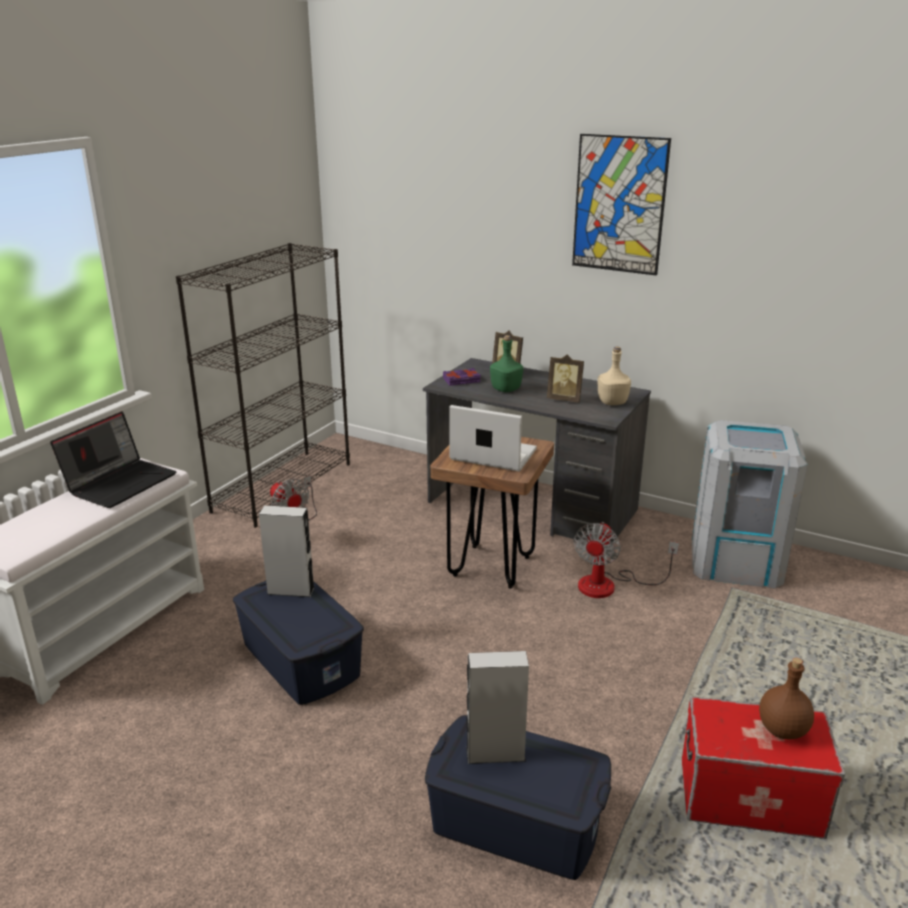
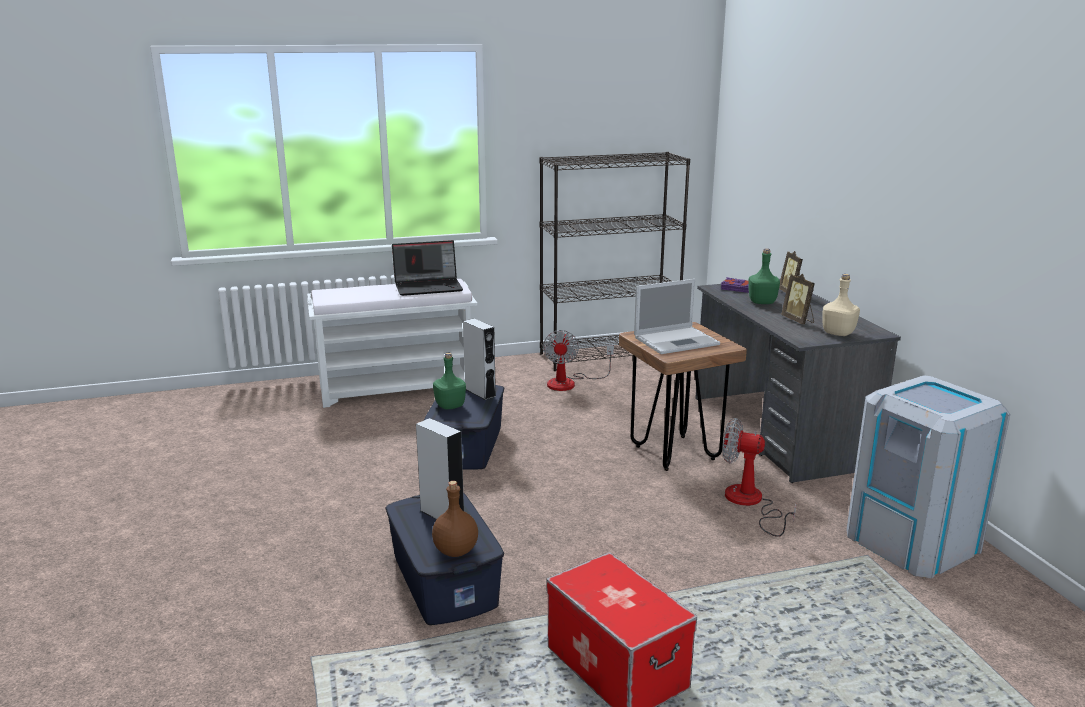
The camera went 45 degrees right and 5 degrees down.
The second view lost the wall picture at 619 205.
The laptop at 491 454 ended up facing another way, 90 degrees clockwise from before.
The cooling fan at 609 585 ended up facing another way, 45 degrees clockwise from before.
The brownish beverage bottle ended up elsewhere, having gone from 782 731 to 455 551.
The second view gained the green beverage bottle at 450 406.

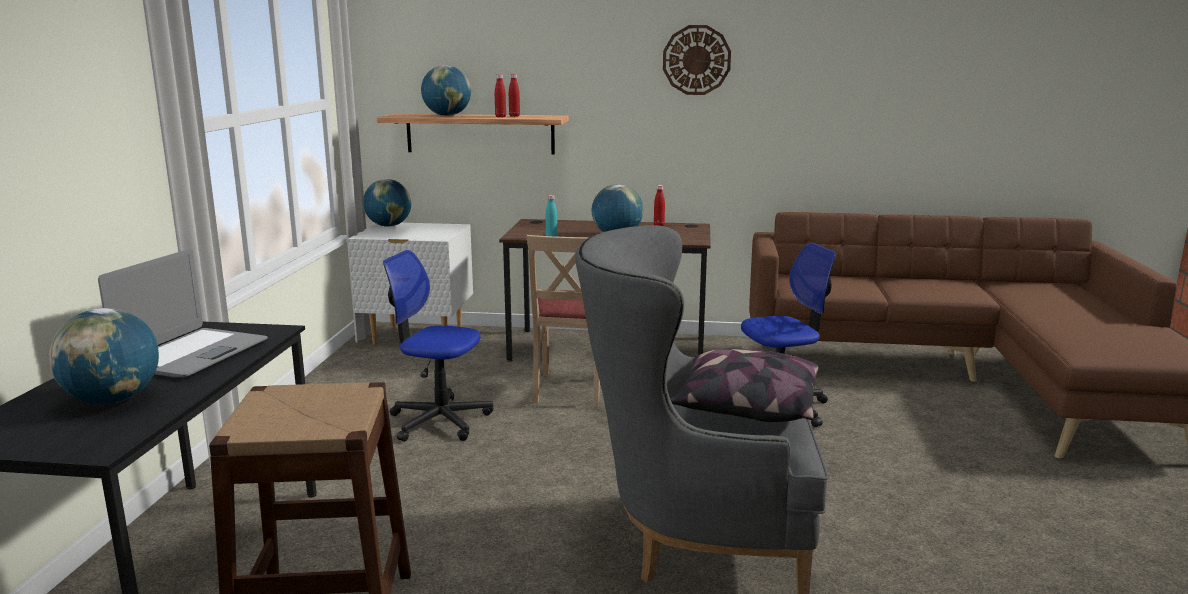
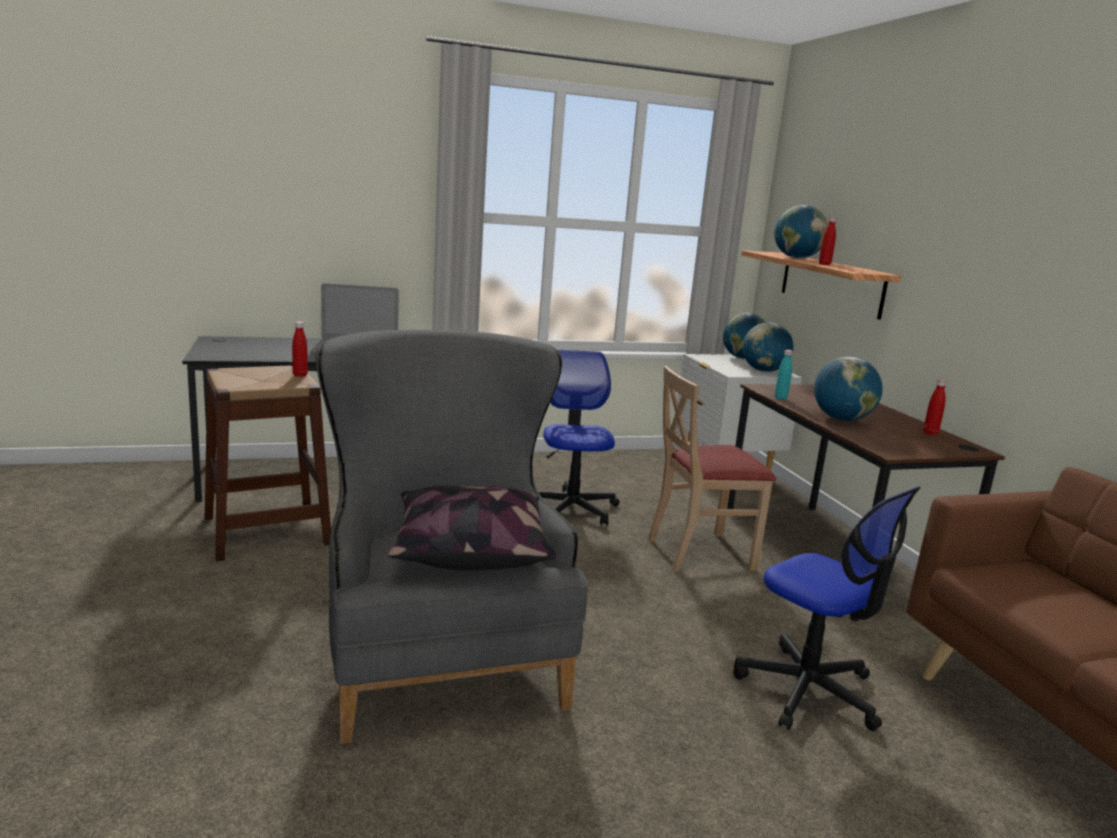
The camera went 65 degrees right and 0 degrees up.
The second view lost the wall clock at 696 60.
The red-coloured beverage bottle ended up elsewhere, having gone from 514 116 to 300 375.
The world globe ended up elsewhere, having gone from 112 400 to 763 371.

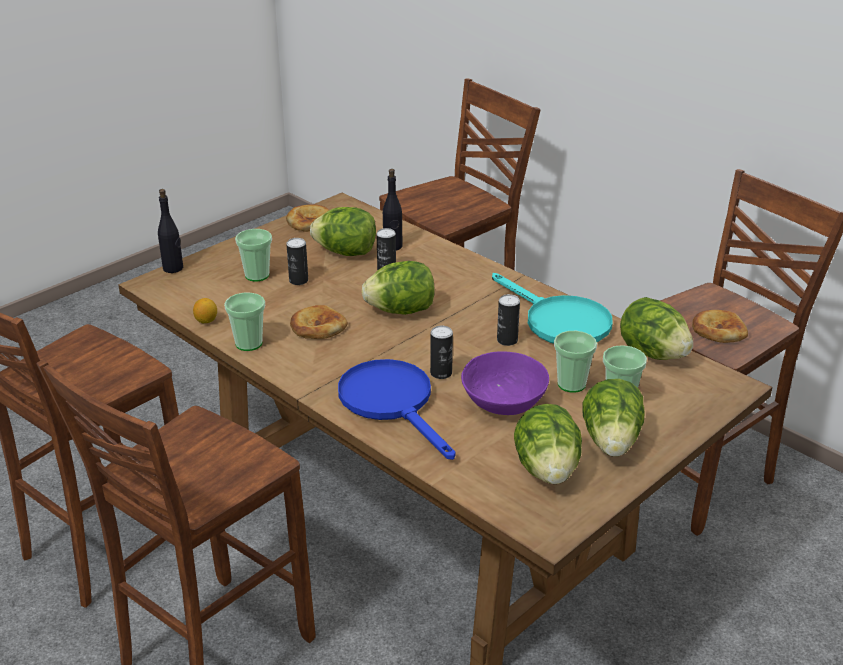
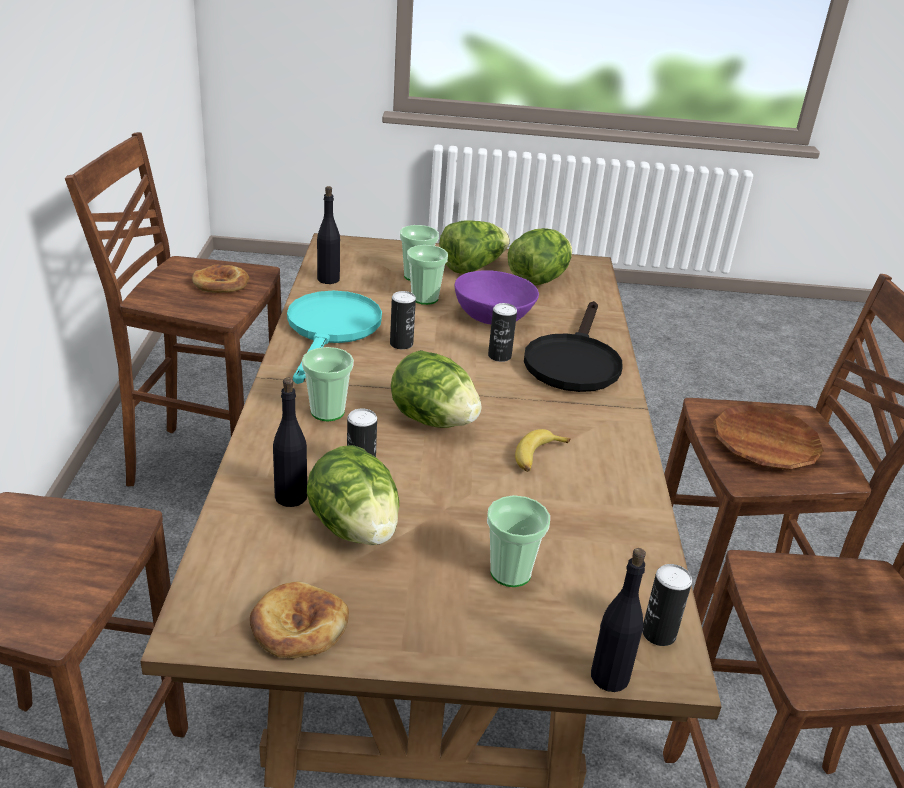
The camera went 135 degrees left and 0 degrees up.
The sealed can ended up elsewhere, having gone from 298 280 to 658 633.
The small cup ended up elsewhere, having gone from 248 343 to 327 412.
Where the lettuce stood at 653 353, the black-coloured beverage bottle came to stand at 328 279.
The second view lost the citrus fruit at 206 321.
Where the baked bread stood at 317 327, the whole banana came to stand at 538 457.
What was the blue-coloured pan at 392 403 turned into the black-coloured pan at 573 361.
The second view gained the brownish dinner plate at 765 444.

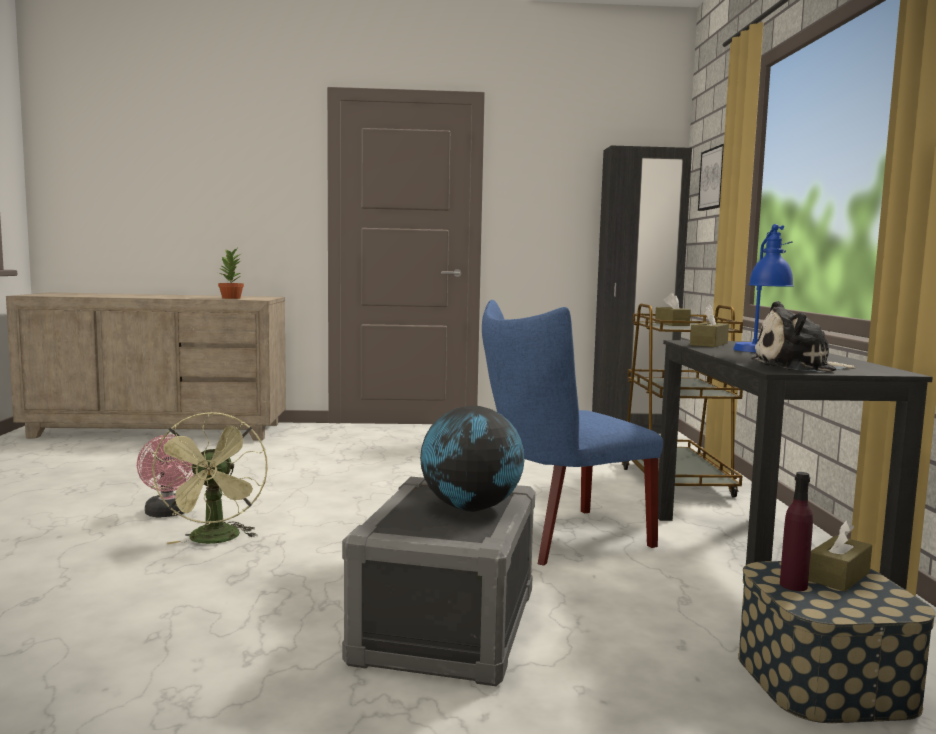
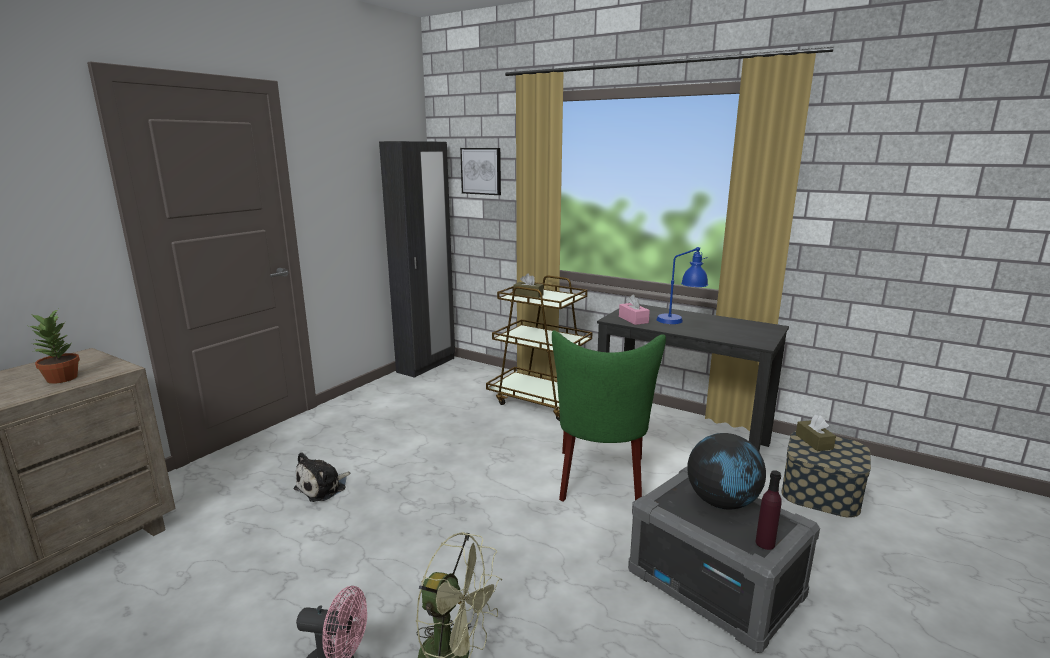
The camera went 55 degrees left and 10 degrees up.
What was the blue-coloured plain chair at 558 538 turned into the green plain chair at 601 481.
The plush toy ended up elsewhere, having gone from 798 367 to 323 487.
What was the brownish tissue holder at 709 344 turned into the pinkish tissue holder at 633 319.
The purplish beverage bottle ended up elsewhere, having gone from 793 585 to 765 543.

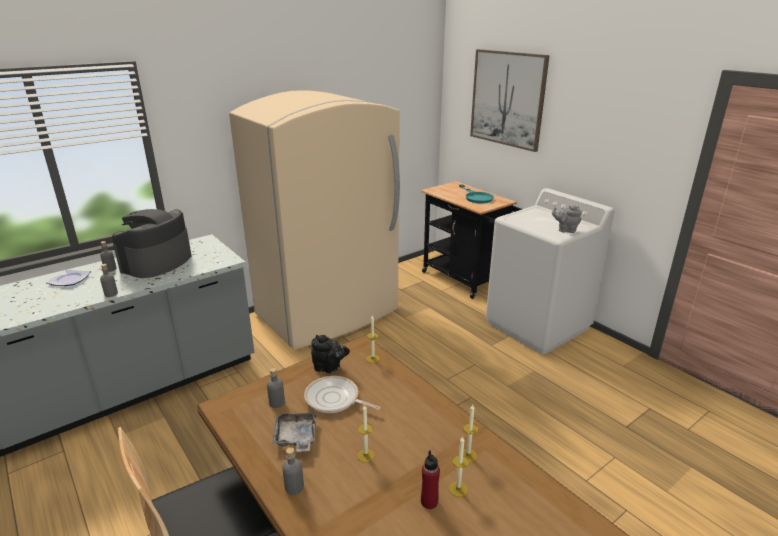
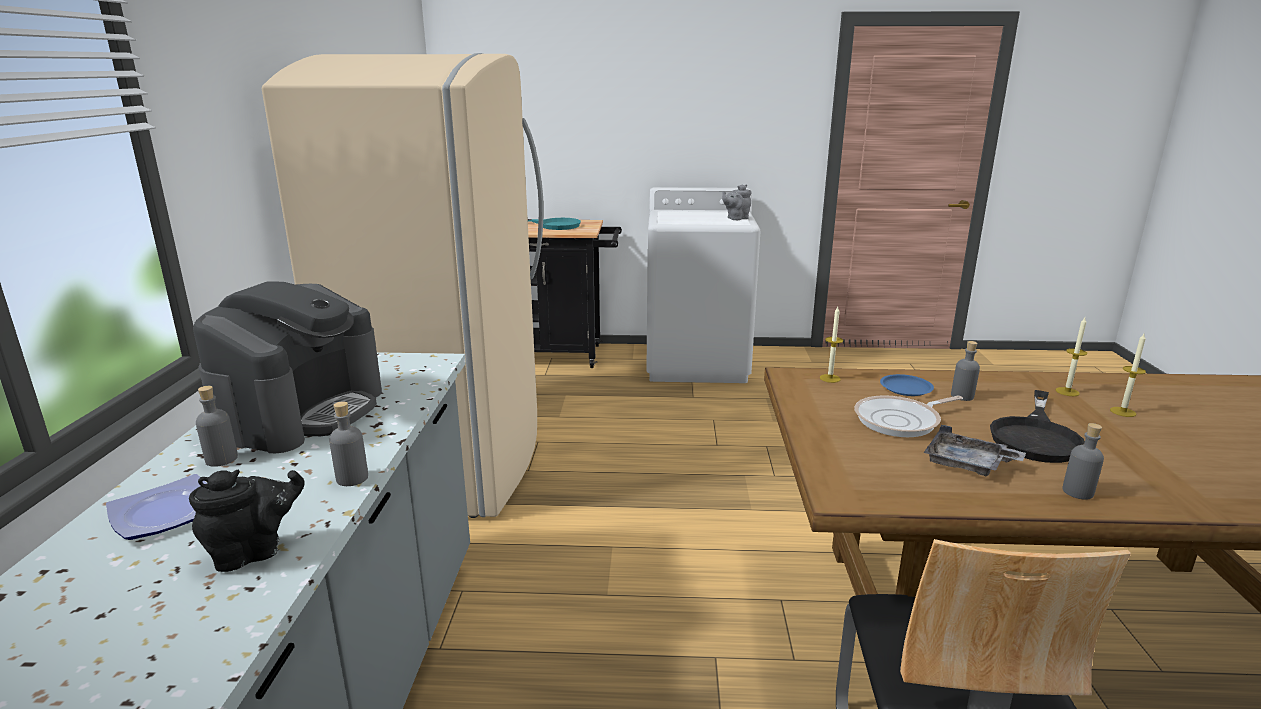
The camera went 50 degrees left and 5 degrees down.
The second view lost the wall picture at 507 99.
The coffee maker at 157 262 ended up facing another way, 135 degrees counterclockwise from before.
The black-coloured tea pot ended up elsewhere, having gone from 329 368 to 254 552.
The greyish beverage bottle ended up elsewhere, having gone from 277 403 to 962 396.
Where the candle stood at 365 455, the black-coloured pan came to stand at 1036 436.
The second view lost the red-coloured beverage bottle at 429 502.
The second view gained the blue-coloured dinner plate at 906 389.

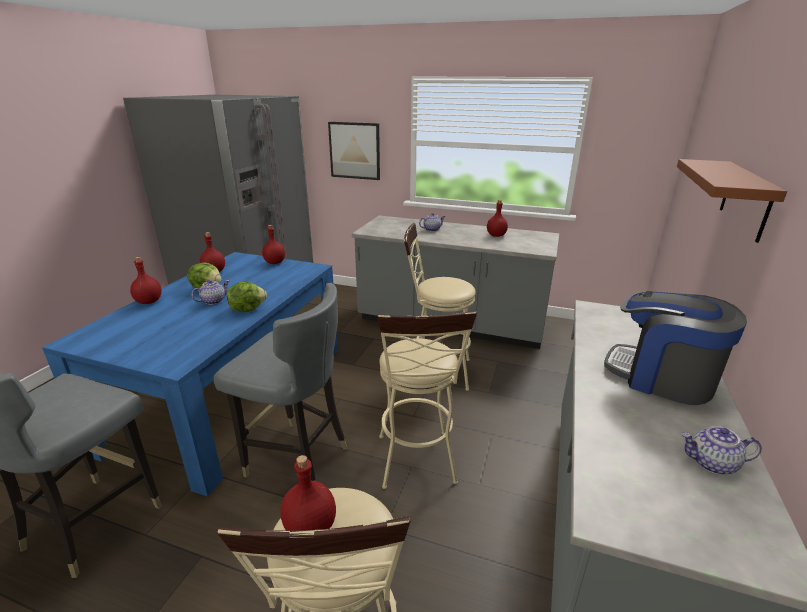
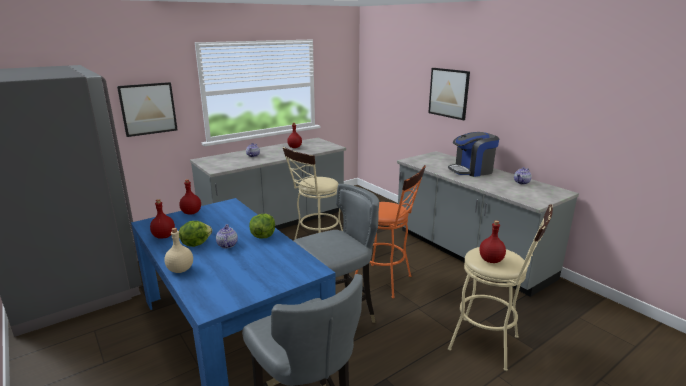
The camera went 55 degrees left and 5 degrees down.
Where the brownish shelf hung at 746 199, the wall picture came to hang at 448 93.
What was the red-coloured beverage bottle at 149 301 turned into the beige beverage bottle at 180 269.
What was the beige sitting stool at 417 464 turned into the orangey sitting stool at 387 282.

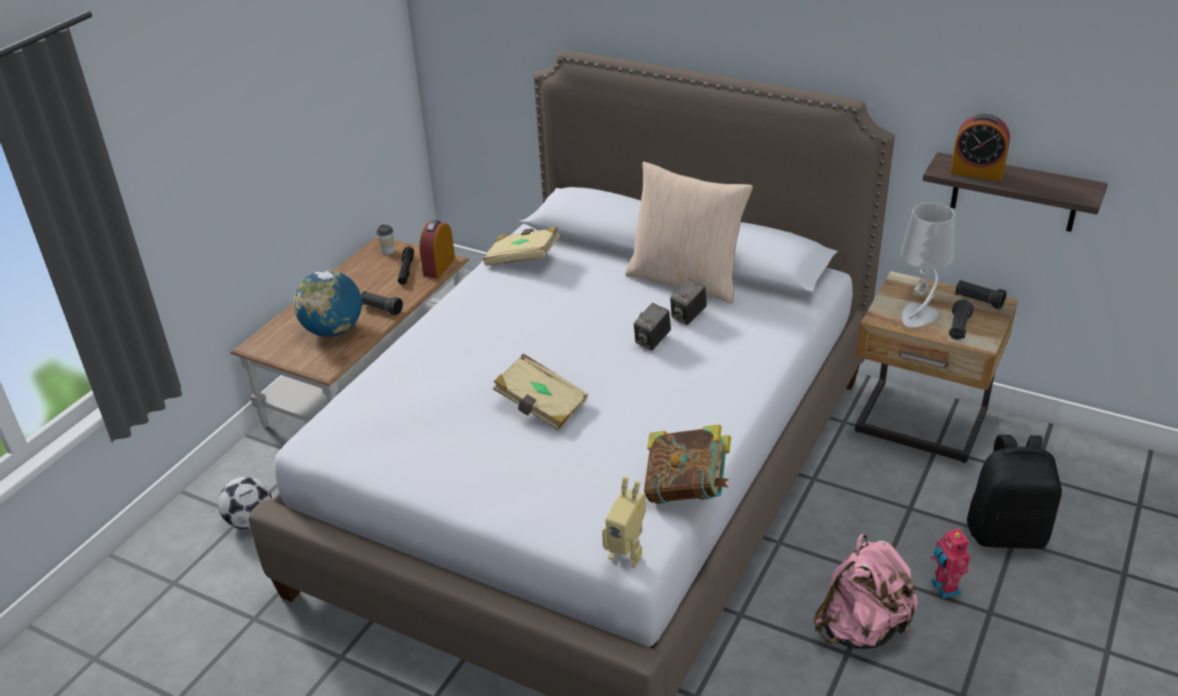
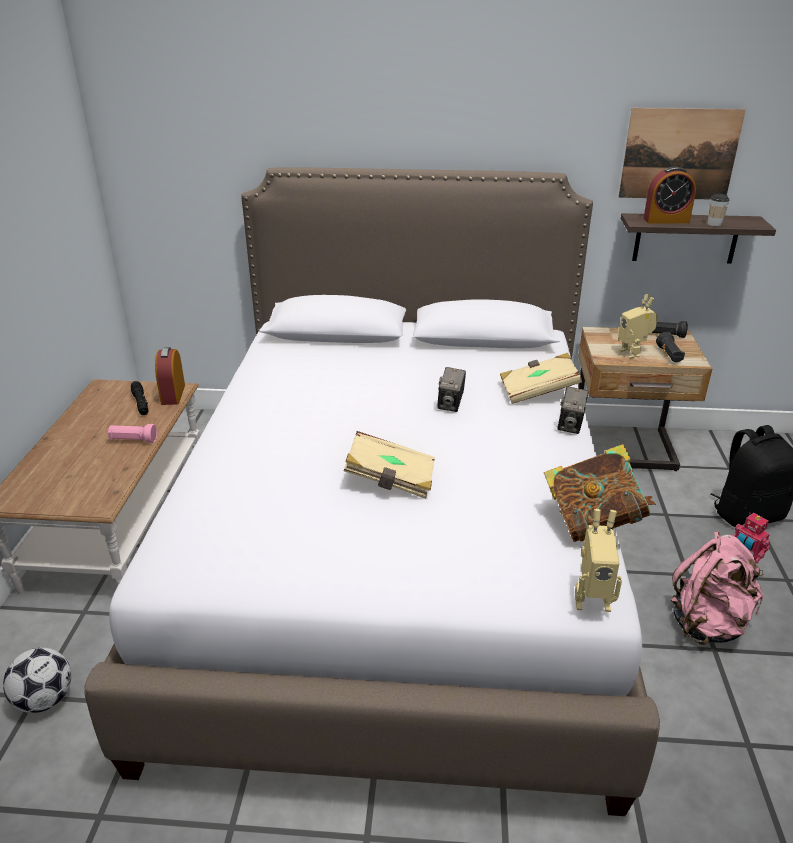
The camera went 25 degrees left and 5 degrees down.
The second view lost the beige cushion at 686 279.
Where the greyish table lamp stood at 918 317, the model robot came to stand at 633 353.
The small cup ended up elsewhere, having gone from 388 251 to 714 224.
The beige volume ended up elsewhere, having gone from 522 259 to 538 392.
The second view lost the world globe at 333 330.
The still camera ended up elsewhere, having gone from 688 316 to 570 426.
What was the black-coloured hand torch at 381 309 turned into the pinkish hand torch at 133 440.
The second view gained the wall picture at 679 154.

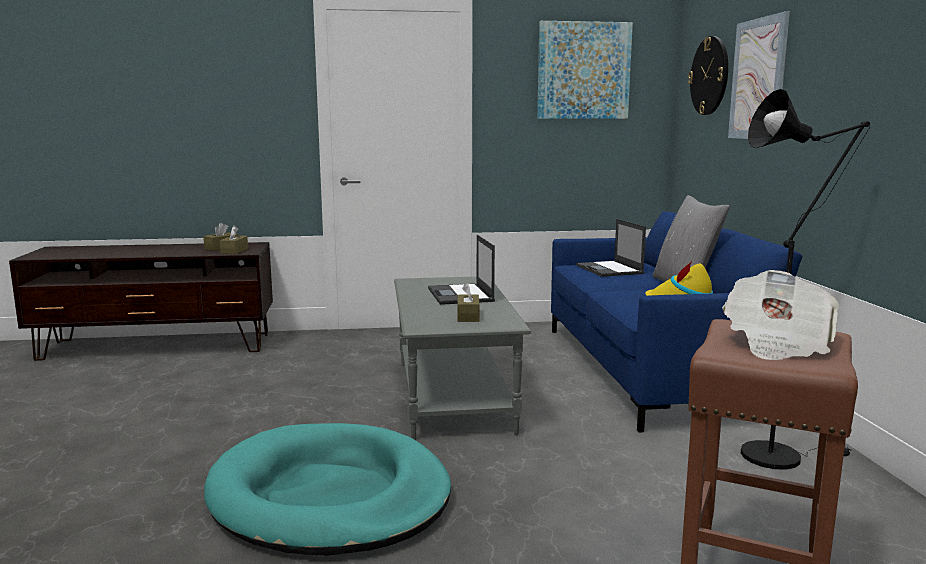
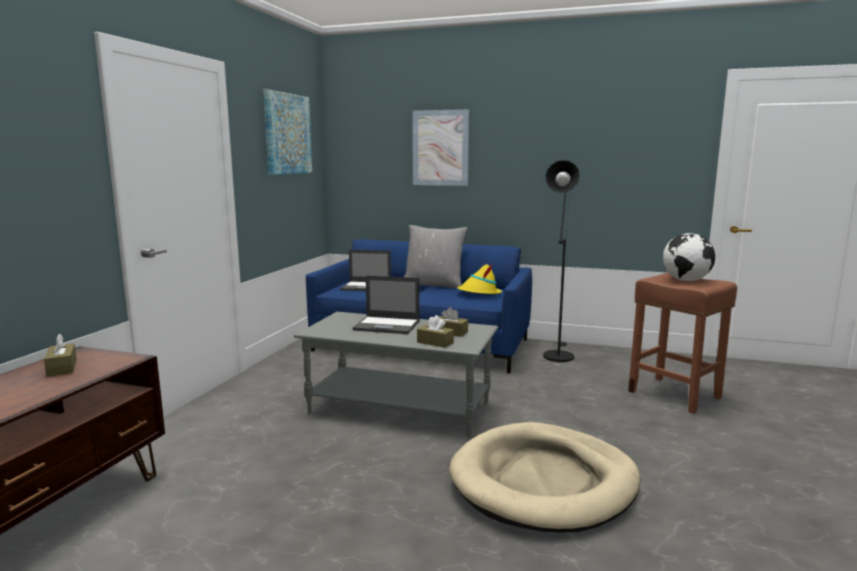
The camera went 65 degrees left and 0 degrees up.
The second view lost the wall clock at 709 76.
The brownish tissue holder ended up elsewhere, having gone from 234 251 to 435 342.
Where the daily paper stood at 776 344, the world globe came to stand at 686 281.
What was the turquoise-coloured dog bed at 330 496 turned into the beige dog bed at 544 482.

